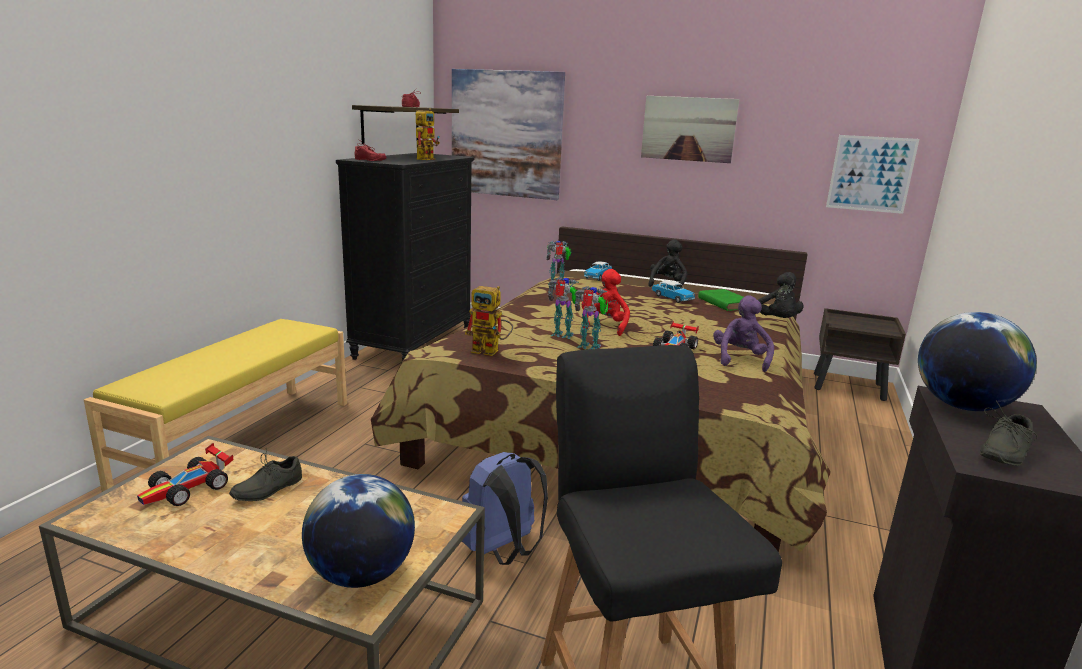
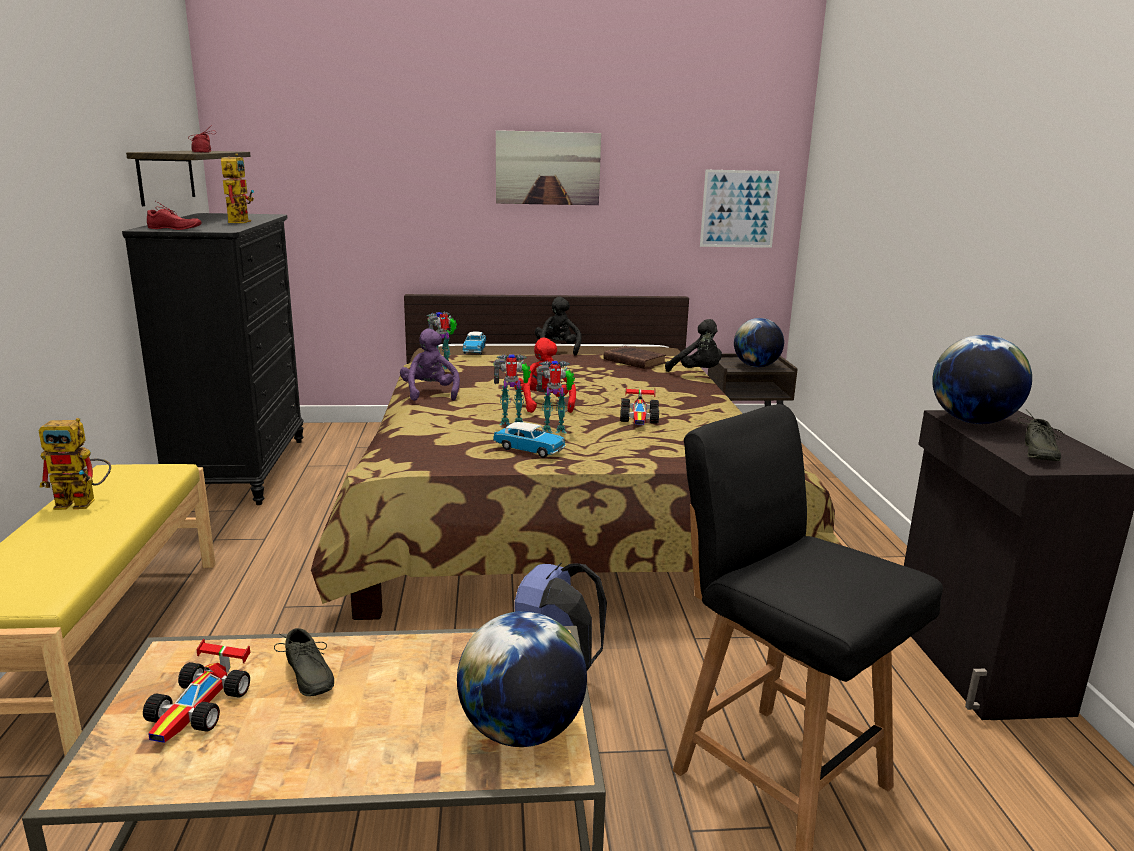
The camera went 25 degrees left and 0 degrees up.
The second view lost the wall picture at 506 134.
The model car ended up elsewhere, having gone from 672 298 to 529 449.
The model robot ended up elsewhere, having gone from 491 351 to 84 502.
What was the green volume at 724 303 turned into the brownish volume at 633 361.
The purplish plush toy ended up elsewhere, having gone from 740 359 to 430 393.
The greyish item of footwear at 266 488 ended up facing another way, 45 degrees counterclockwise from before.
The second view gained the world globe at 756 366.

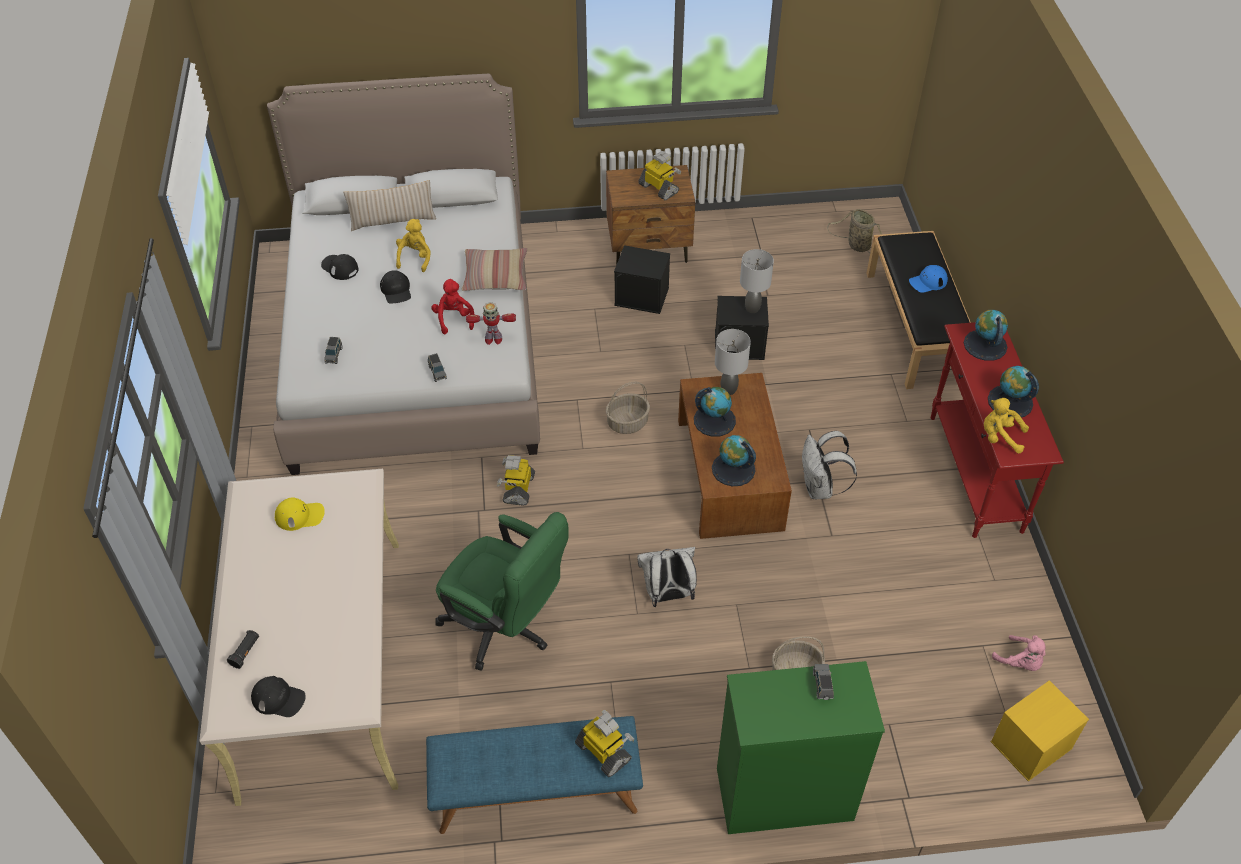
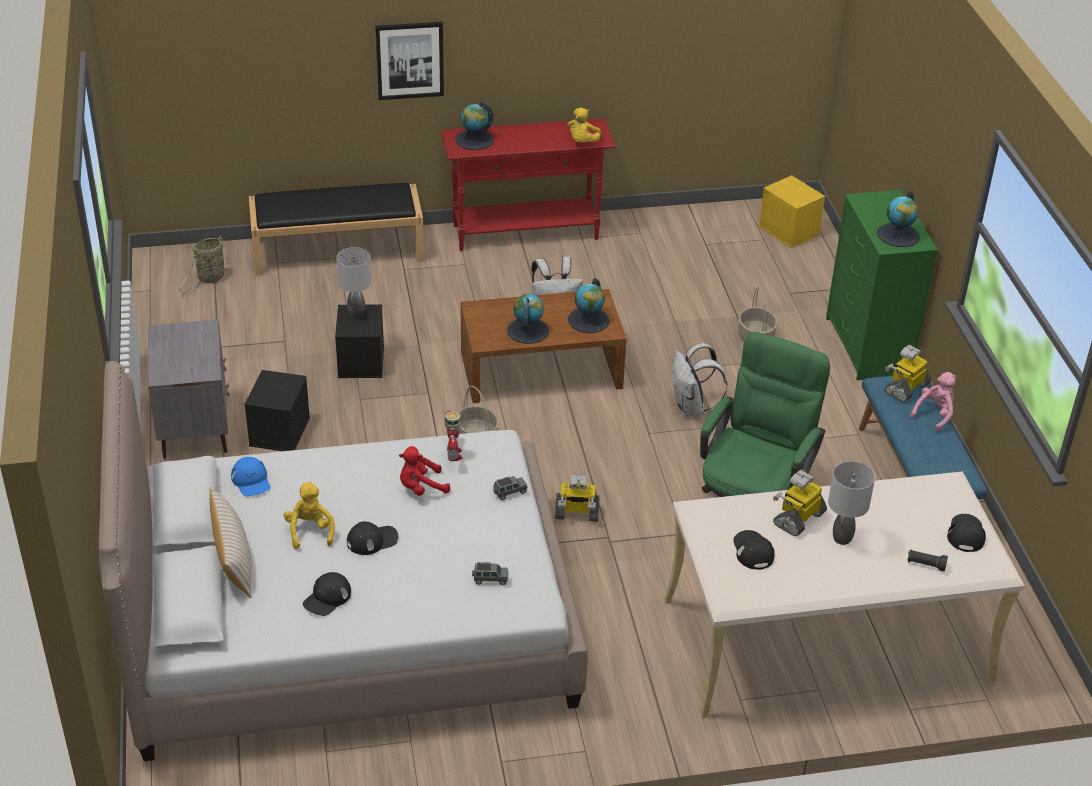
The camera went 95 degrees left and 10 degrees down.
The model robot ended up elsewhere, having gone from 659 188 to 798 518.
What was the brownish night table at 649 248 turned into the greyish night table at 195 427.
The yellow-coloured plush toy at 415 258 ended up facing another way, 75 degrees clockwise from before.
The second view lost the cushion at 495 276.
The blue-coloured peaked cap ended up elsewhere, having gone from 928 282 to 251 481.
The greyish table lamp ended up elsewhere, having gone from 729 389 to 841 538.
The world globe ended up elsewhere, having gone from 1010 402 to 898 235.
What was the yellow-coloured peaked cap at 300 516 turned into the black-coloured peaked cap at 752 551.
The pinkish plush toy ended up elsewhere, having gone from 1020 662 to 934 414.
The second view lost the greyish model car at 822 685.
The second view gained the wall picture at 409 60.

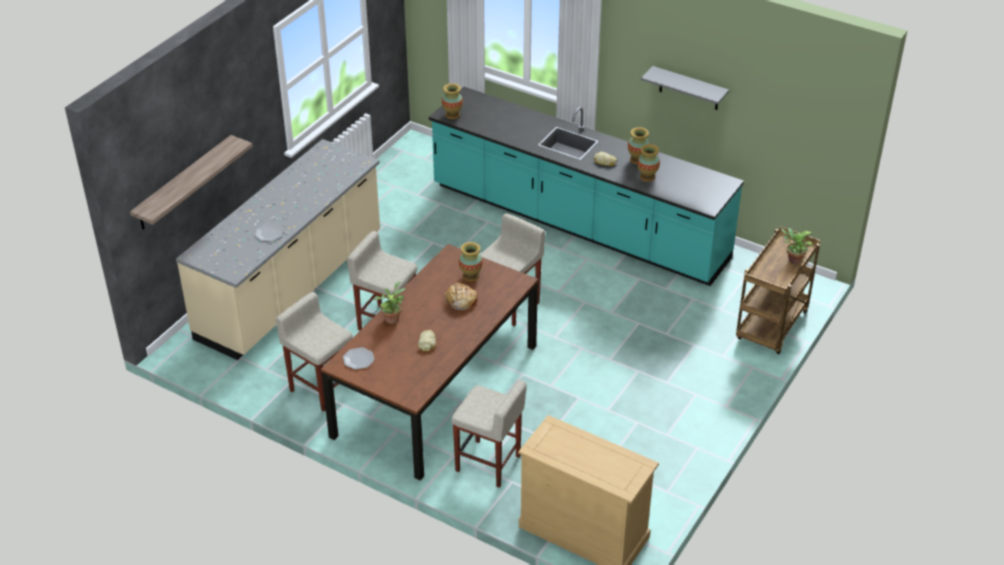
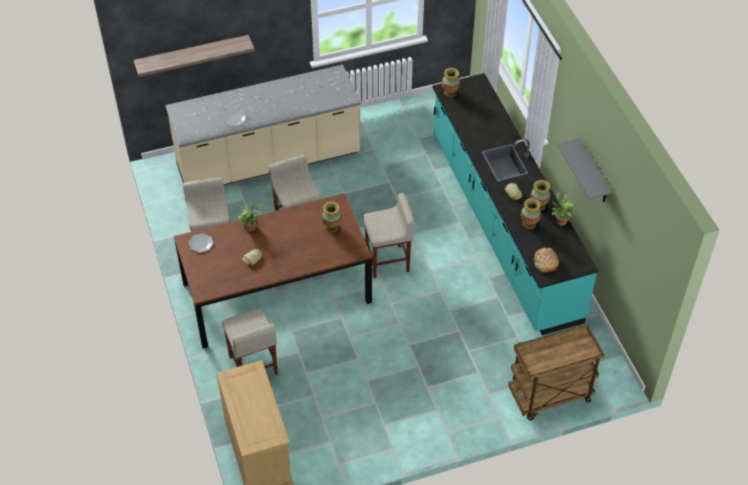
The camera went 40 degrees right and 10 degrees up.
The potted plant ended up elsewhere, having gone from 792 260 to 560 220.
The baked bread ended up elsewhere, having gone from 460 301 to 545 263.

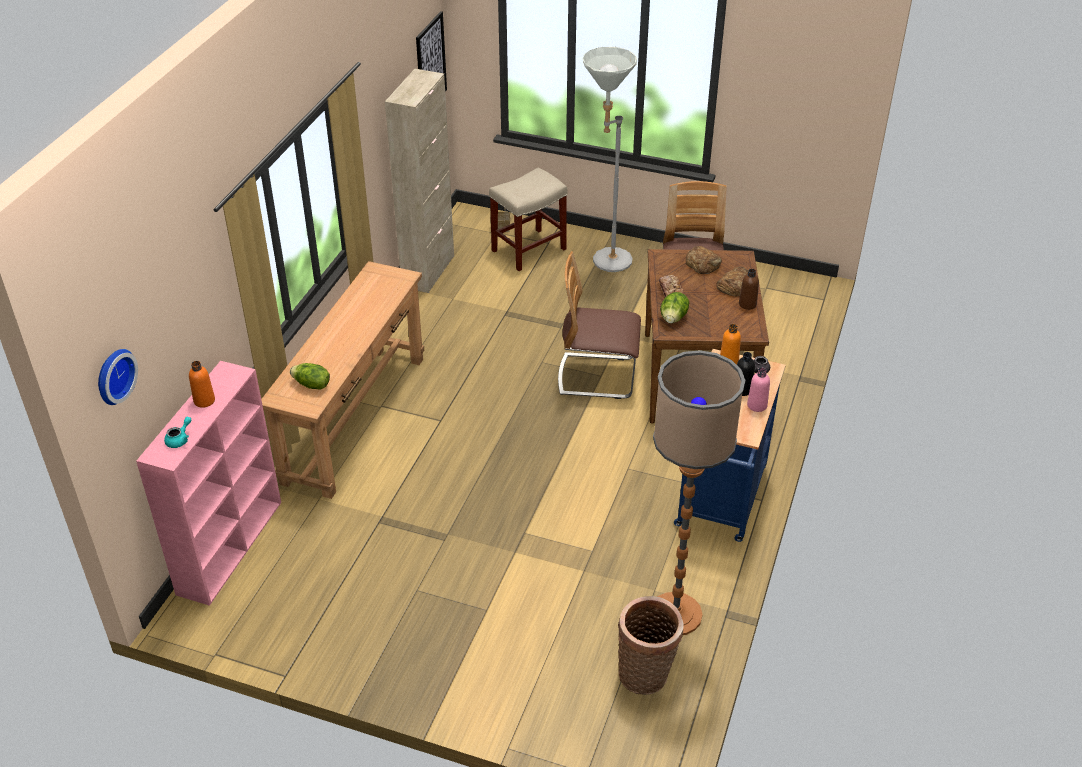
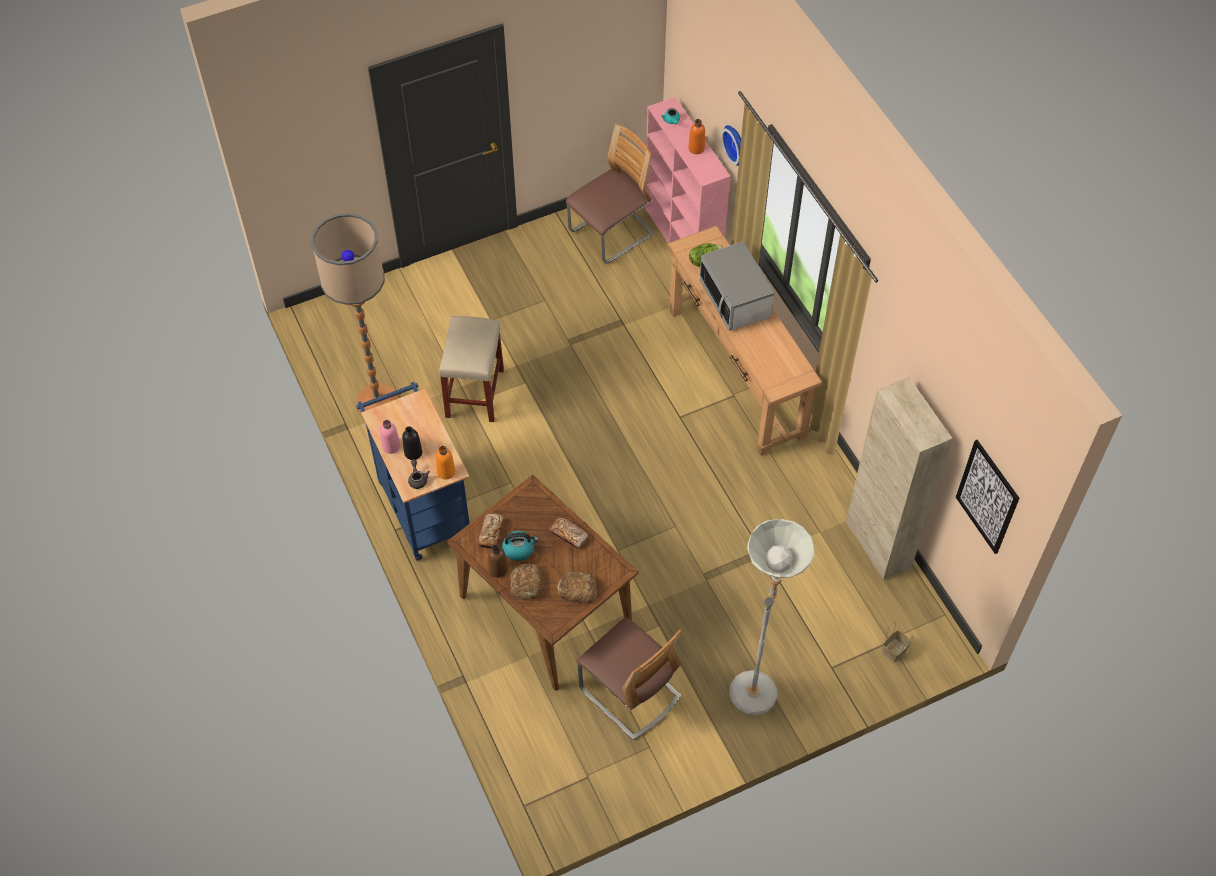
The camera went 135 degrees right and 15 degrees up.
The beige sitting stool ended up elsewhere, having gone from 528 250 to 474 392.
The plain chair ended up elsewhere, having gone from 597 376 to 611 234.
The second view lost the lettuce at 673 318.
The wall clock ended up elsewhere, having gone from 113 375 to 736 144.
The second view lost the basket at 646 675.
The second view gained the kitchen microwave at 735 299.
The second view gained the baked bread at 491 533.
The second view gained the tea kettle at 519 549.

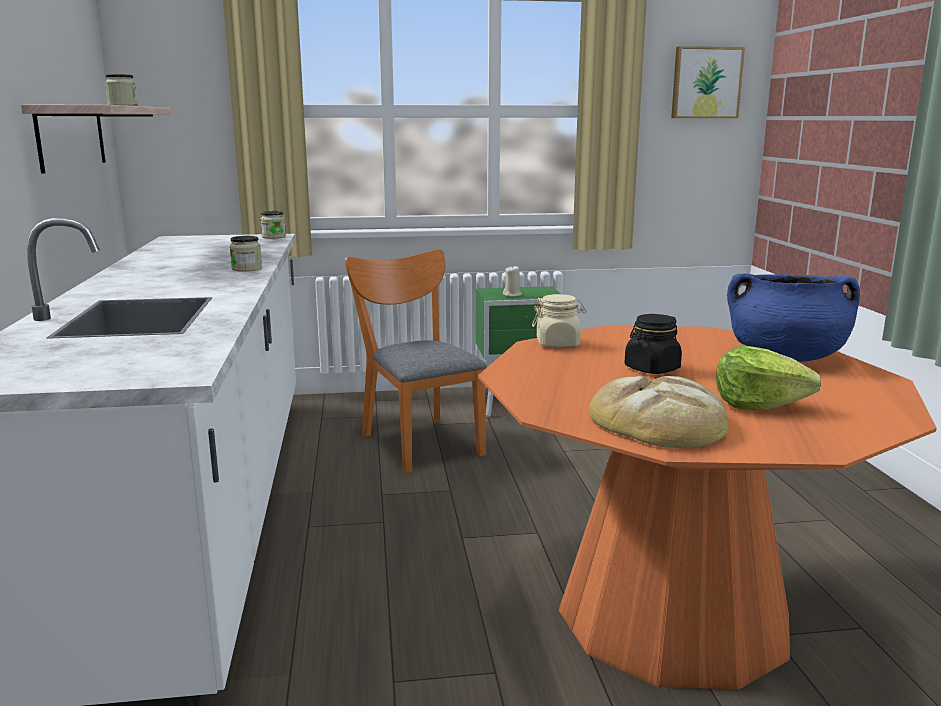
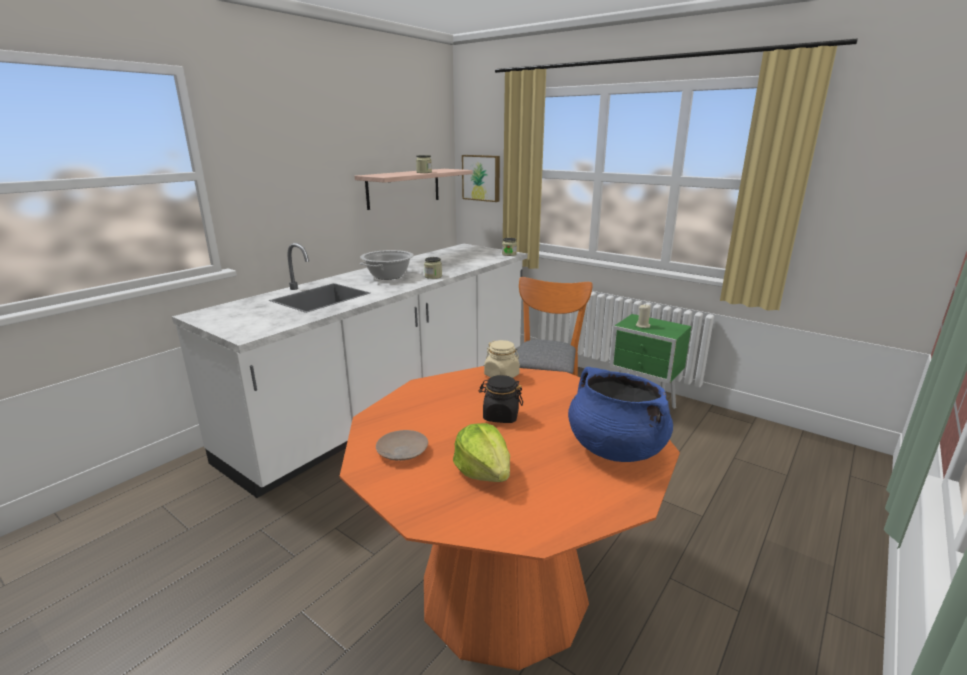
The camera went 45 degrees right and 5 degrees up.
The wall picture ended up elsewhere, having gone from 705 83 to 482 178.
Where the baked bread stood at 658 422, the beige dinner plate came to stand at 402 451.
The second view gained the stockpot at 388 276.

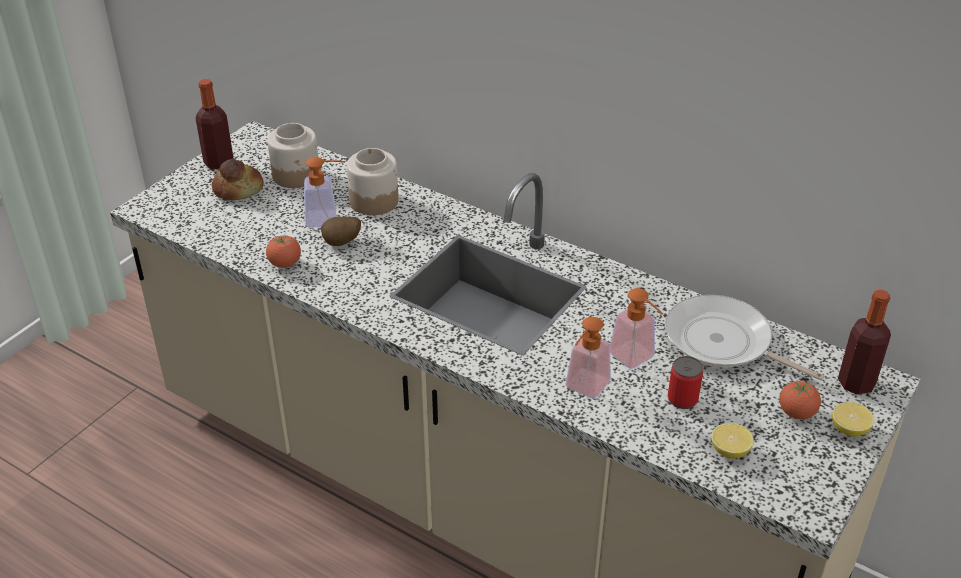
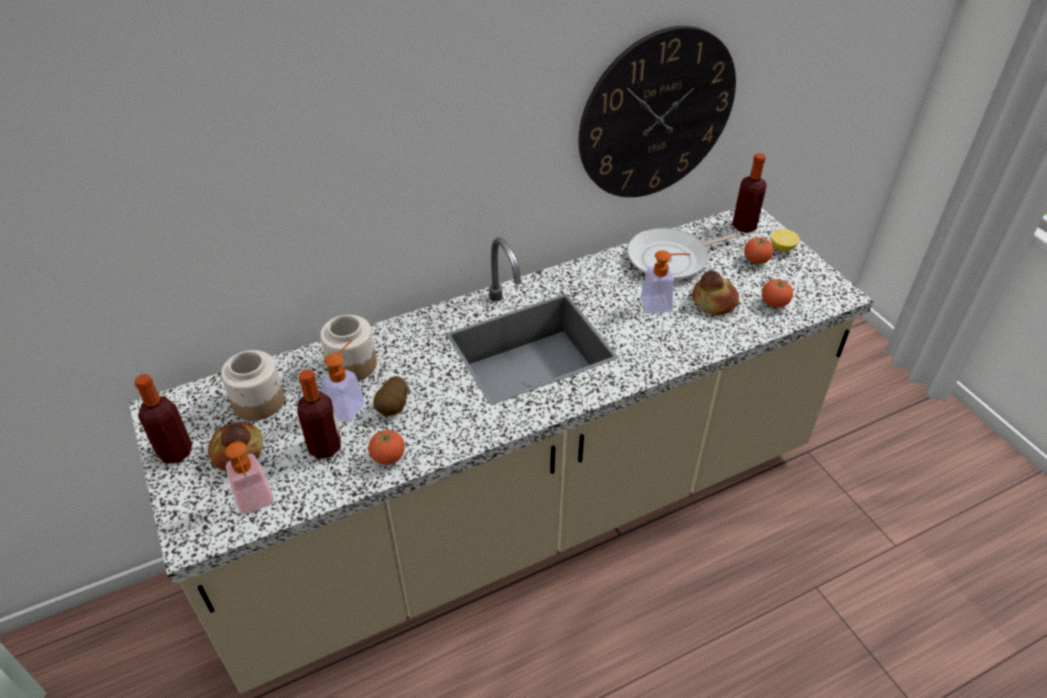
The camera went 60 degrees left and 5 degrees up.
The soap bottle ended up elsewhere, having gone from 583 389 to 256 504.
Where the sealed can stood at 682 399, the baked bread came to stand at 714 301.
Where the citrus fruit stood at 729 451, the whole tomato came to stand at 774 303.
The second view gained the wall clock at 657 115.
The second view gained the beverage bottle at 325 447.

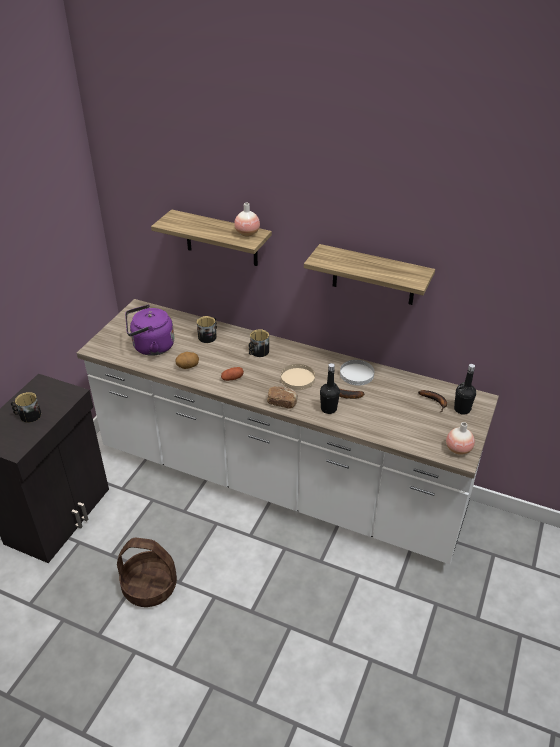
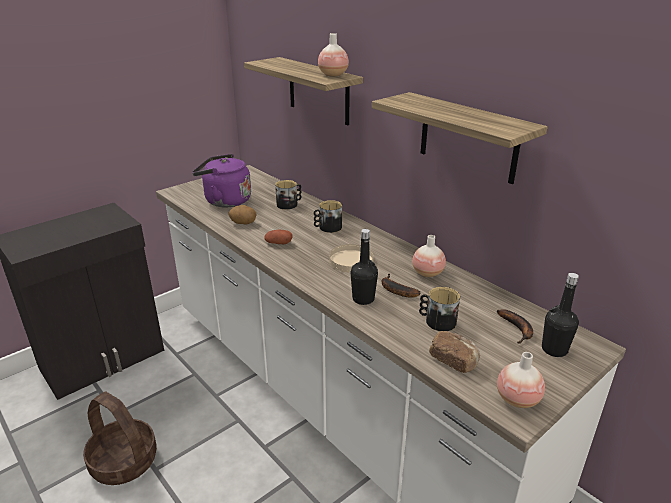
The camera went 25 degrees right and 10 degrees down.
Where the whitish dinner plate stood at 356 374, the decorative vase came to stand at 427 273.
The baked bread ended up elsewhere, having gone from 282 402 to 453 360.
The coffee mug ended up elsewhere, having gone from 28 415 to 437 321.

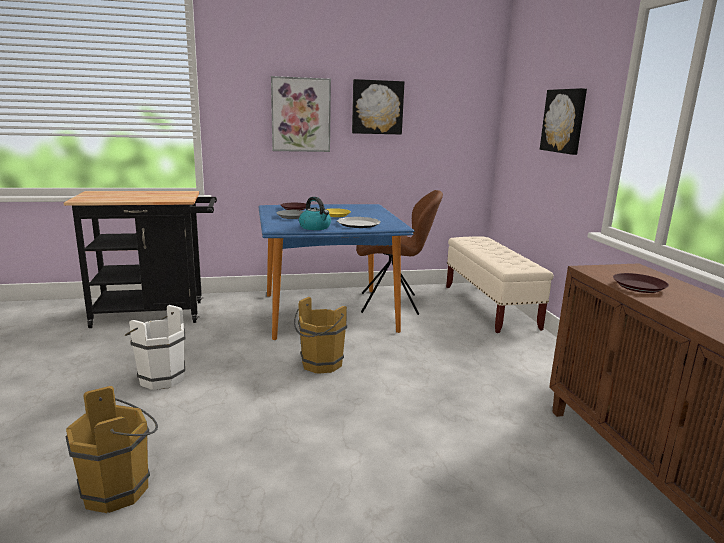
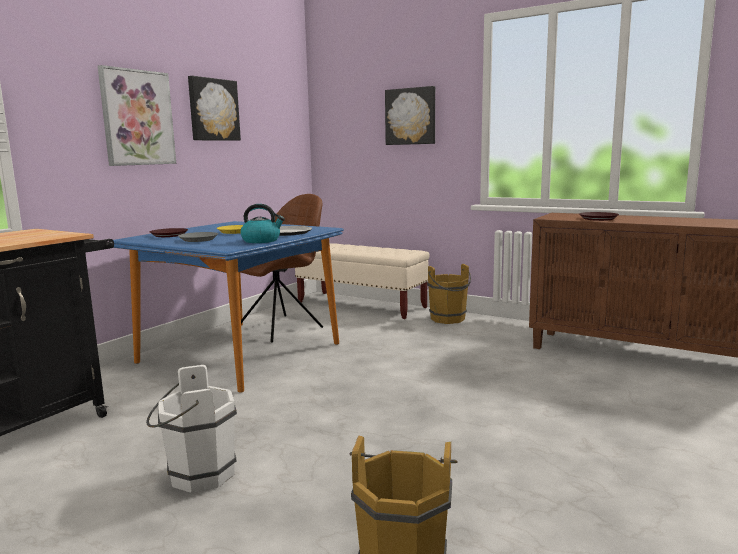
The camera went 45 degrees left and 5 degrees down.
The brownish bucket ended up elsewhere, having gone from 319 365 to 448 320.

